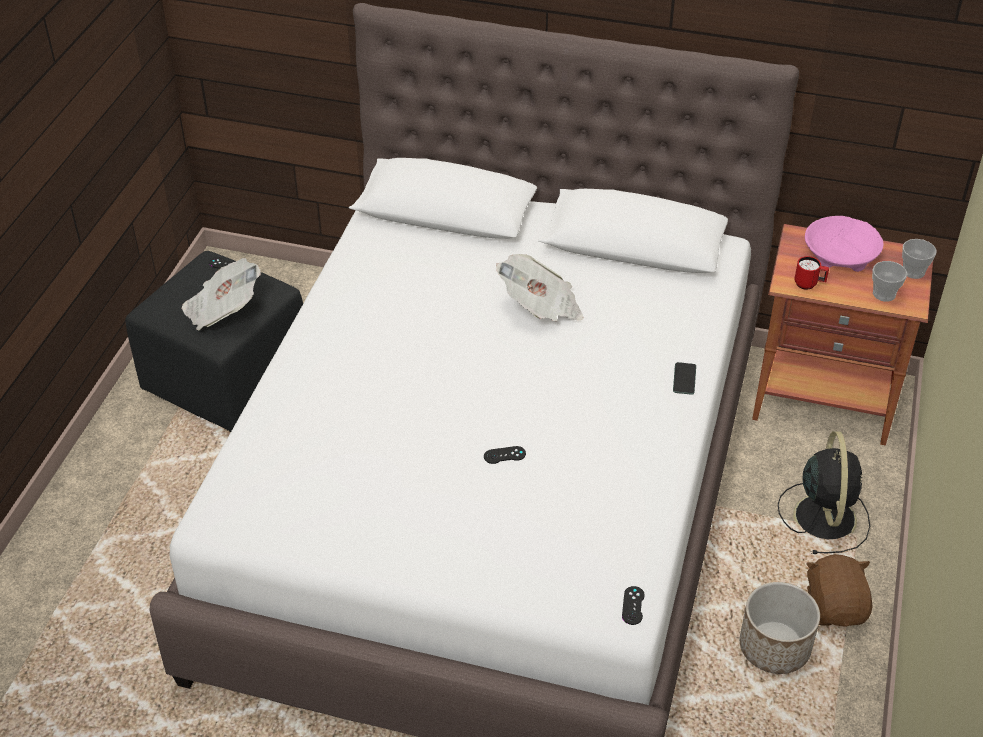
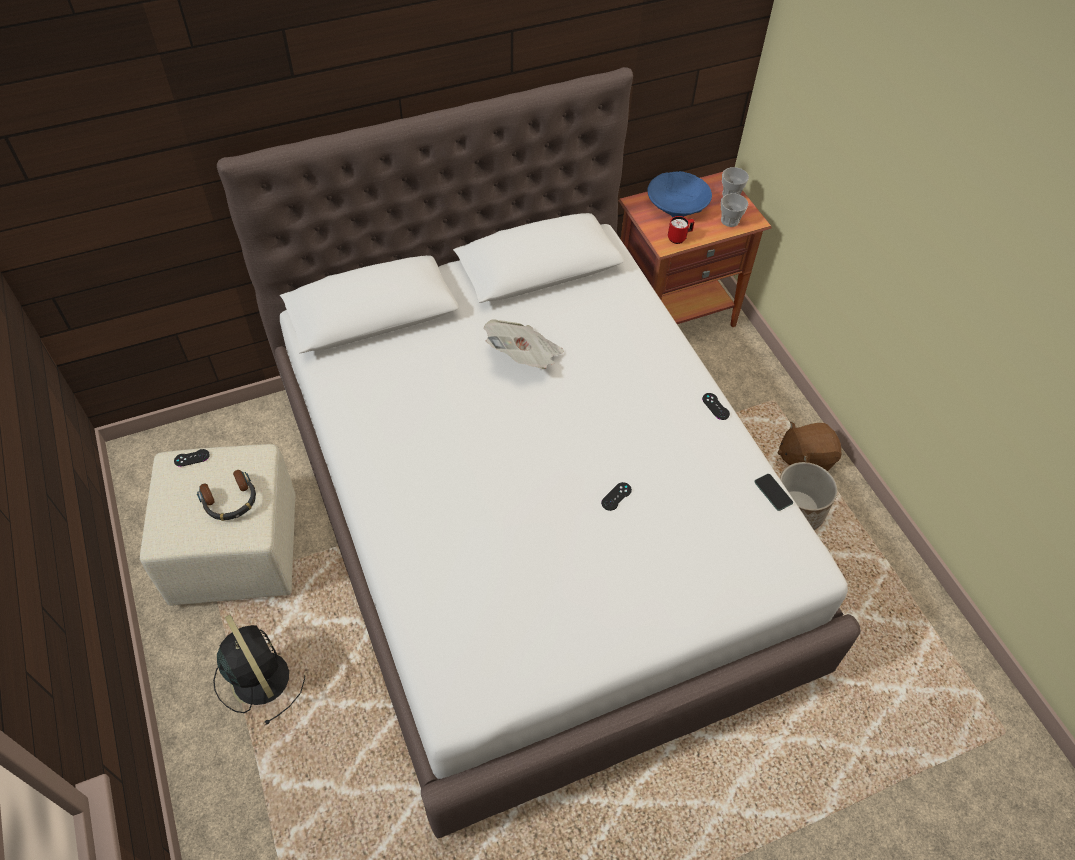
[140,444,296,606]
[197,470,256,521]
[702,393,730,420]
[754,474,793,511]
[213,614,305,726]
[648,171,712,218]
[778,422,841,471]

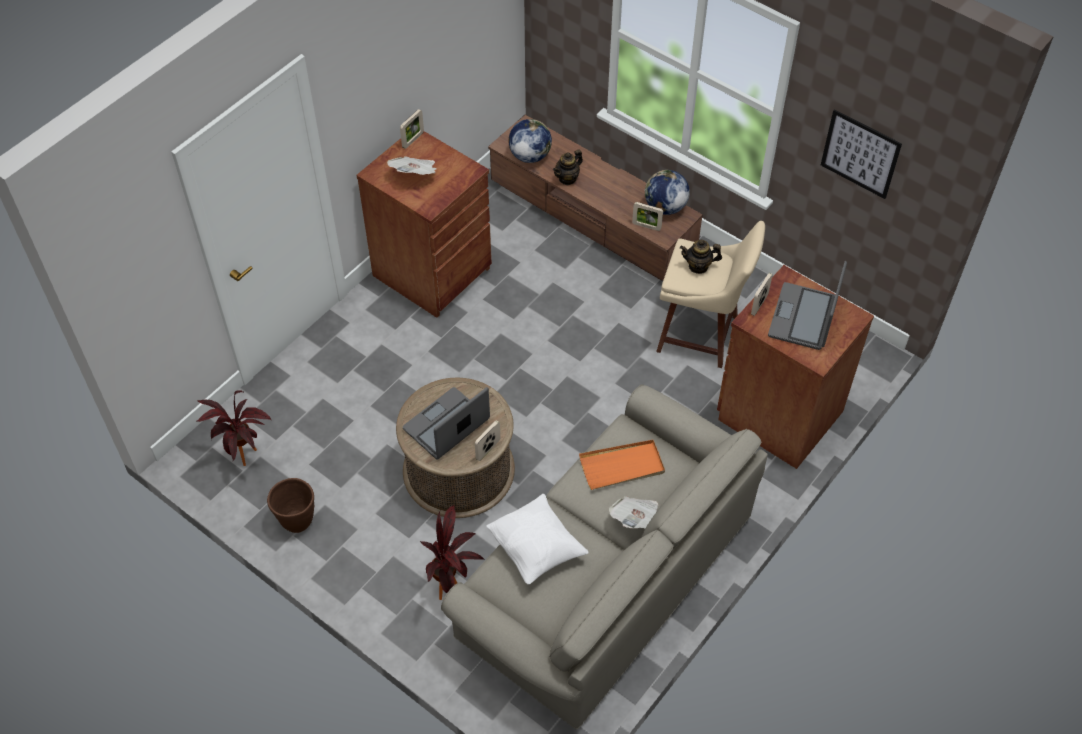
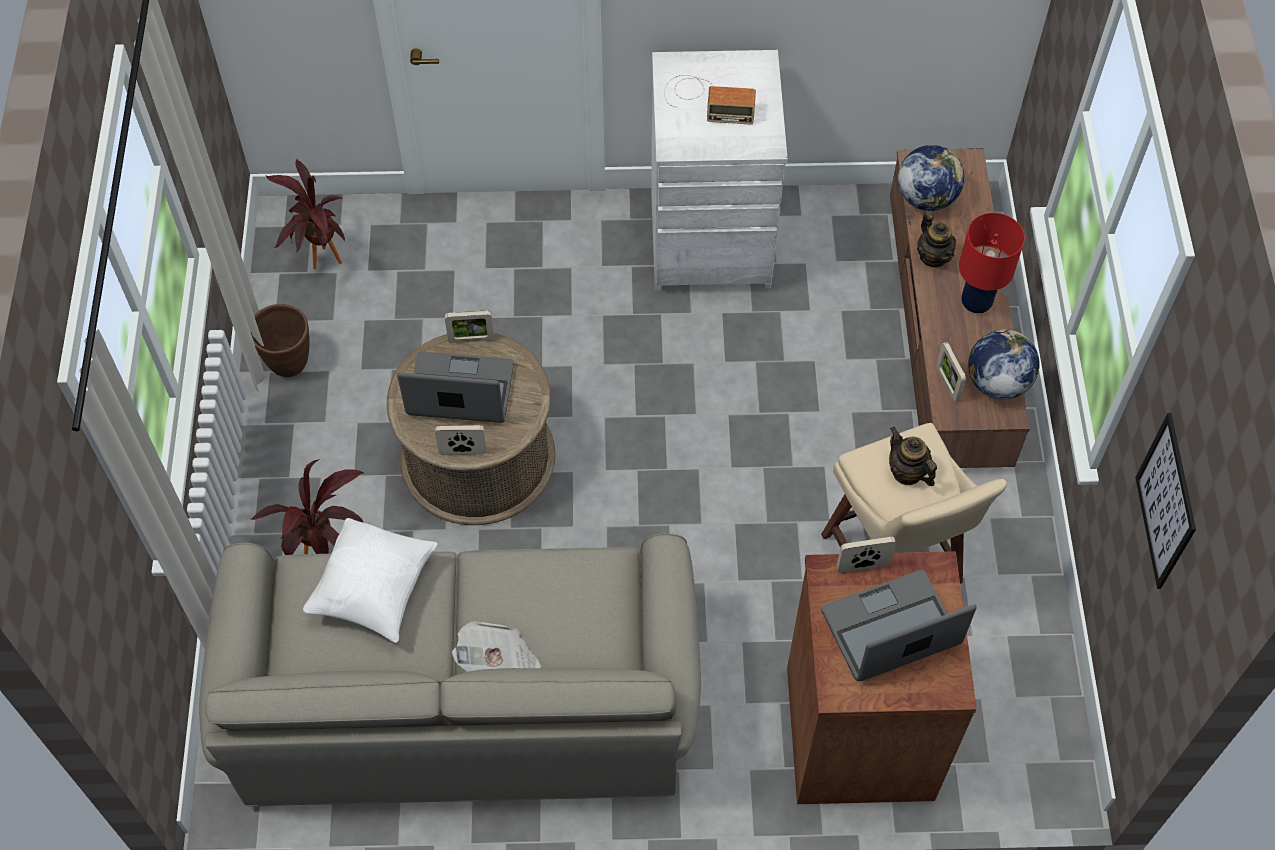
[651,50,788,291]
[664,75,756,125]
[445,310,494,343]
[917,212,956,268]
[579,440,665,490] (first image)
[959,213,1025,313]

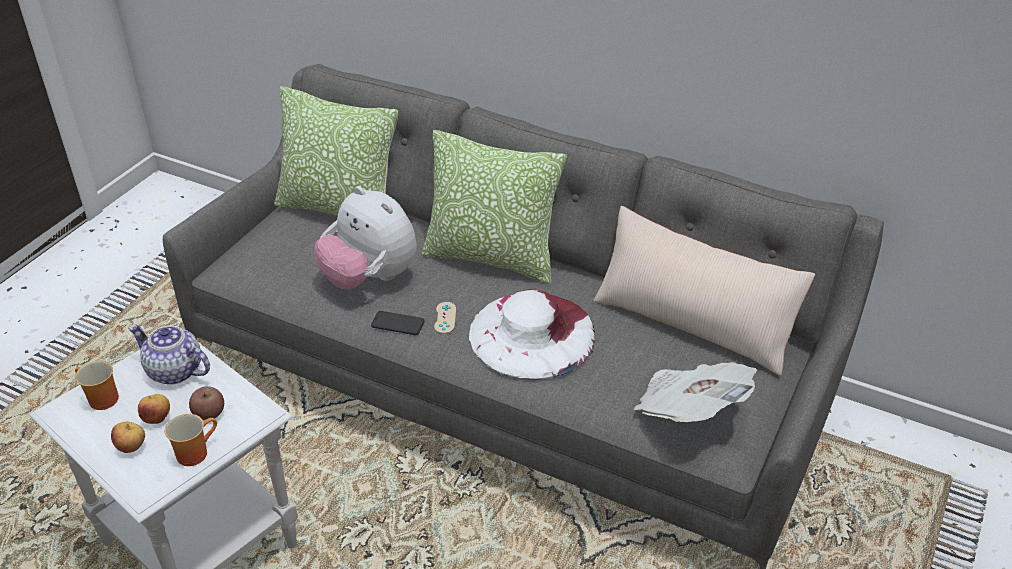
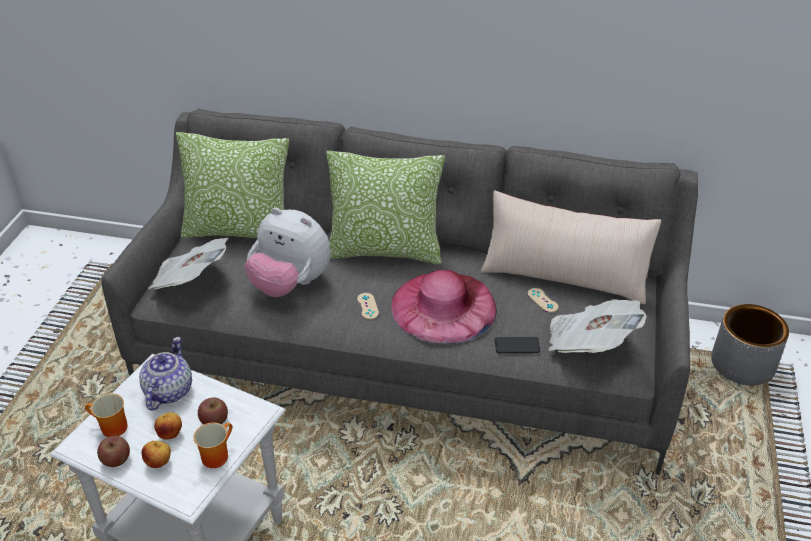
[139,337,192,411]
[495,337,540,353]
[391,270,497,344]
[97,436,130,467]
[148,238,229,289]
[528,288,558,313]
[711,304,789,386]

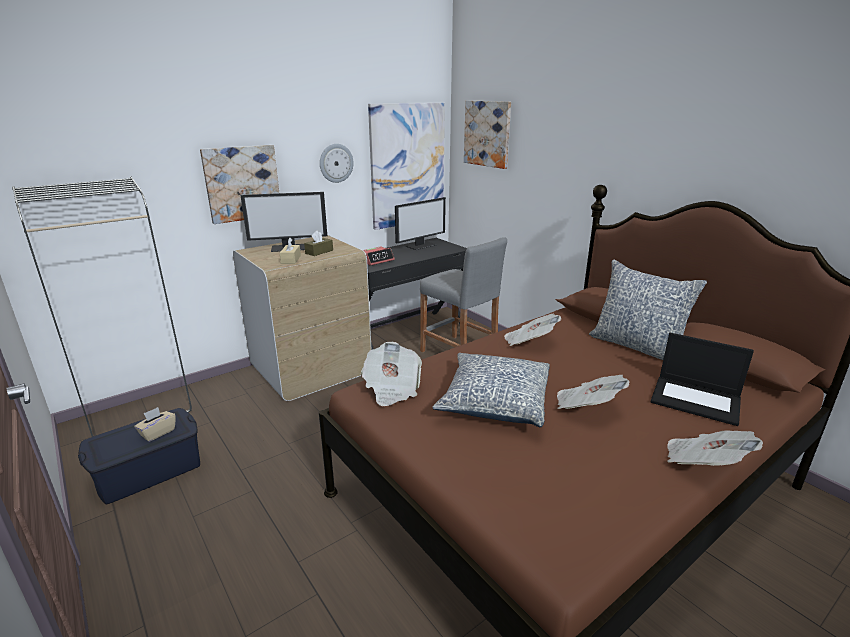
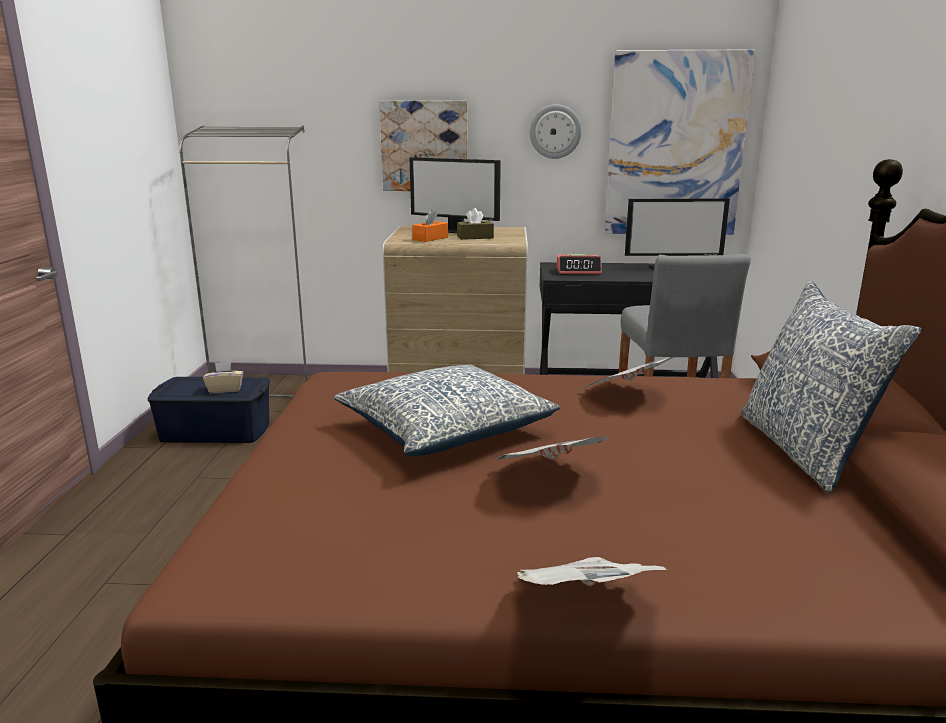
[412,209,448,242]
[361,342,422,406] (first image)
[464,101,511,169] (first image)
[651,333,754,426] (first image)

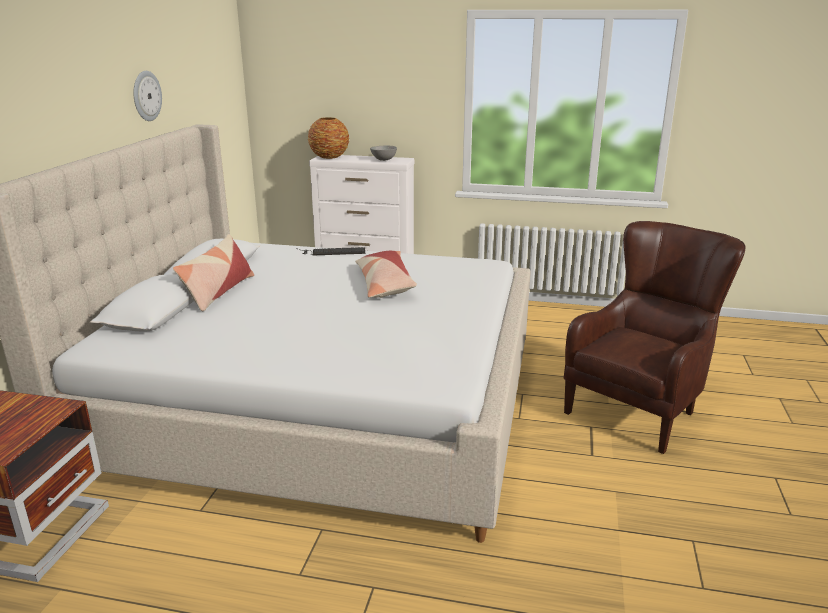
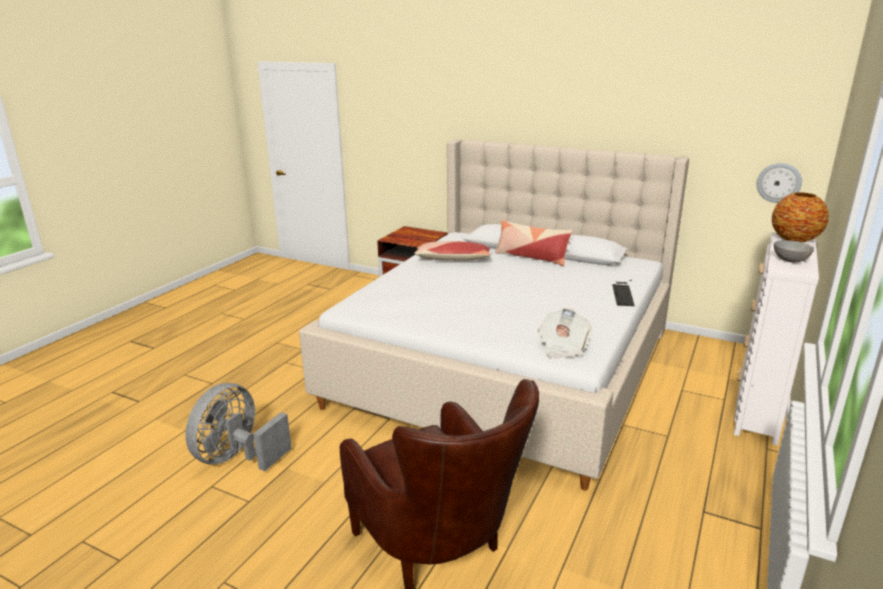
[757,163,802,203]
[414,241,491,261]
[185,383,292,471]
[538,308,592,359]

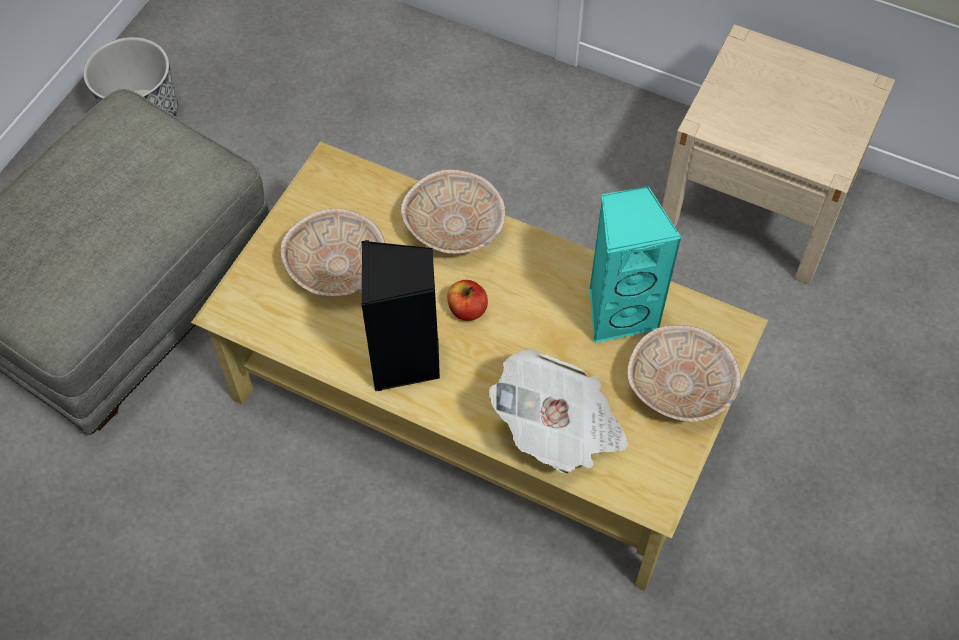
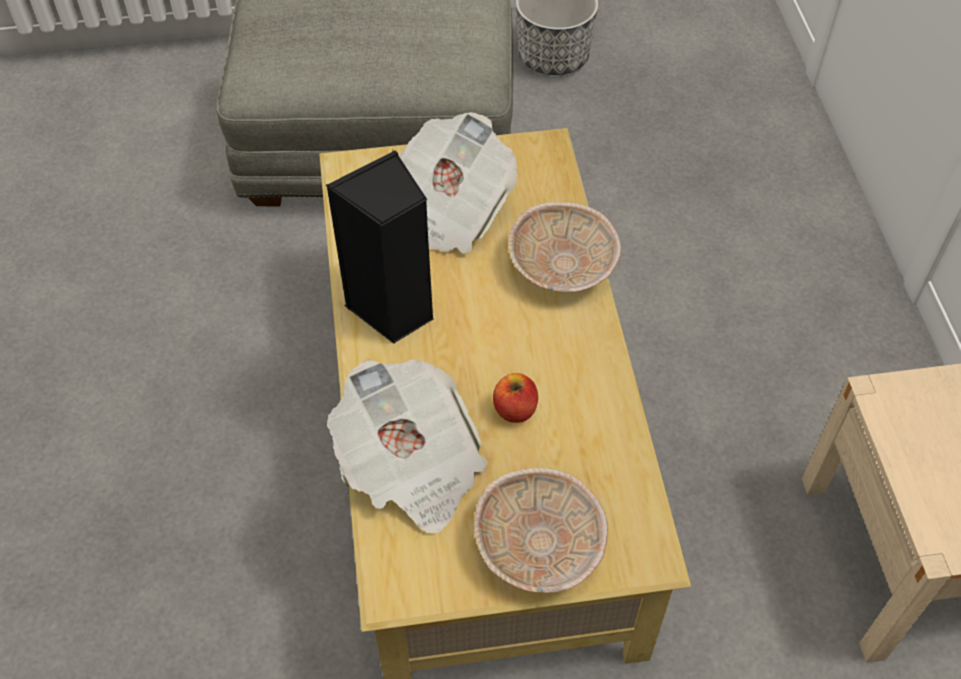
[398,112,518,254]
[493,373,538,423]
[589,186,681,343] (first image)

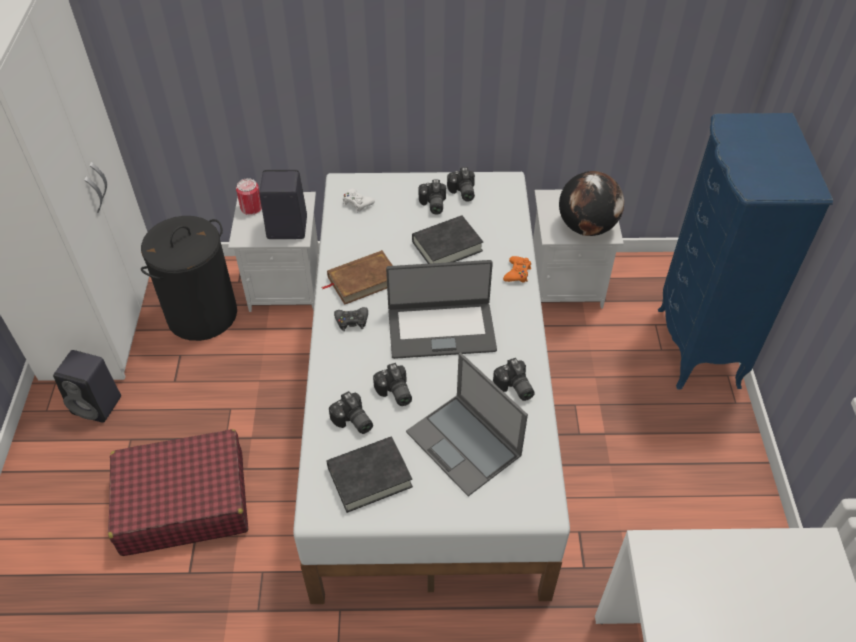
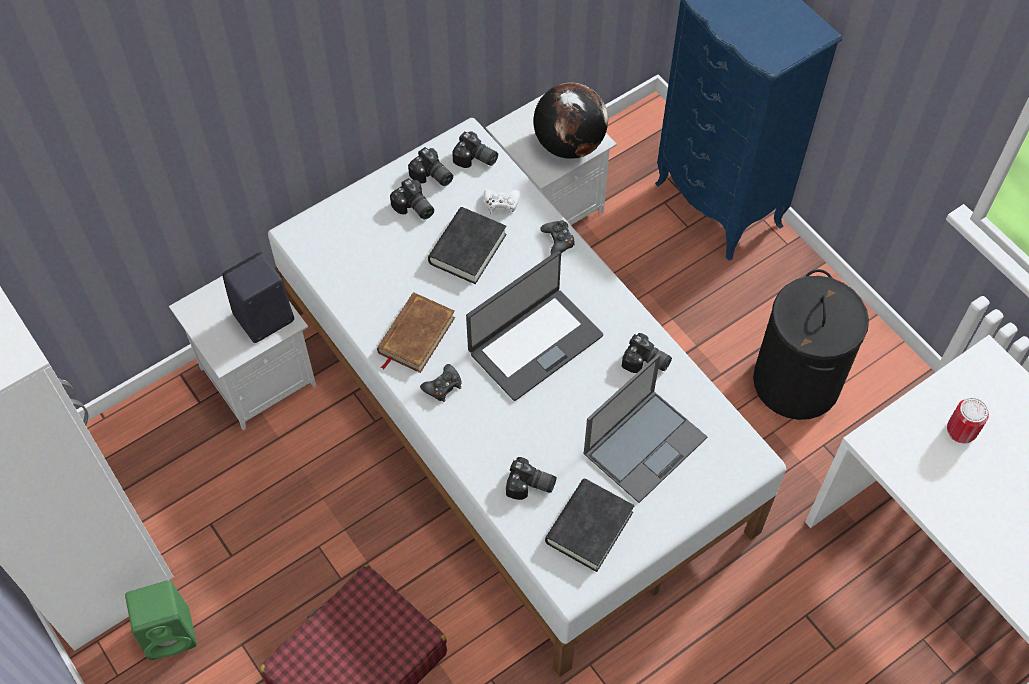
[125,580,197,660]
[753,269,869,420]
[947,398,989,444]
[484,189,520,214]
[452,131,498,168]
[584,354,707,503]
[540,220,575,255]

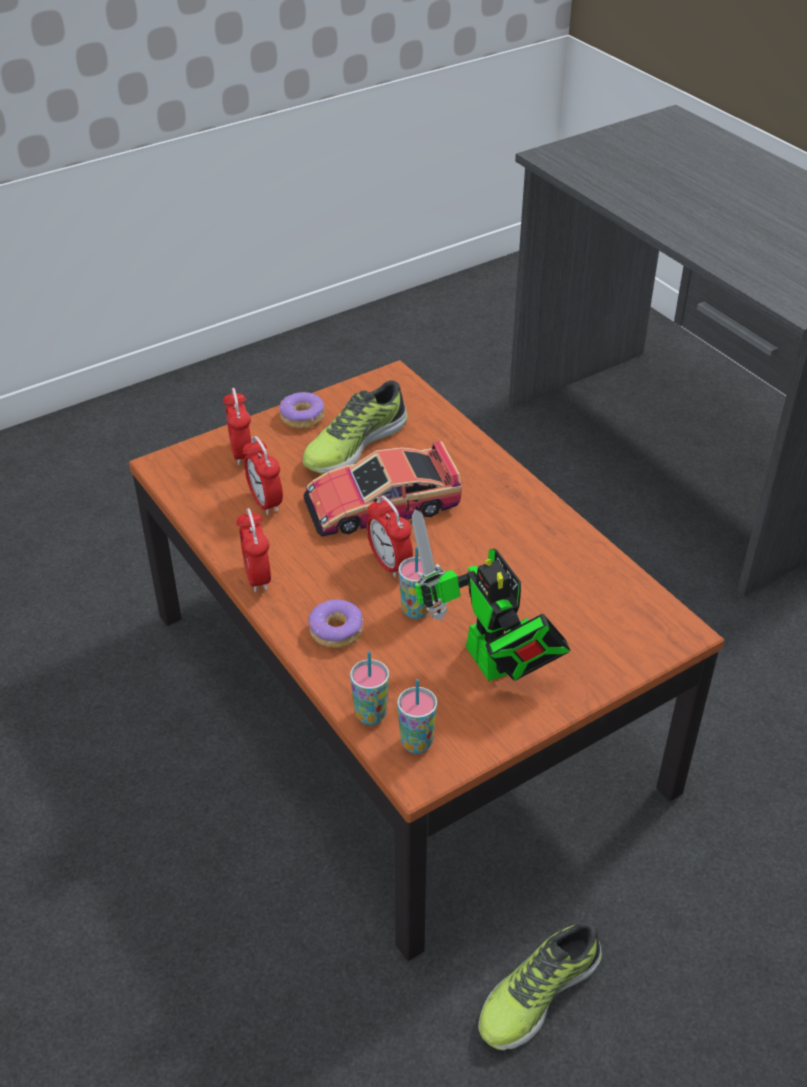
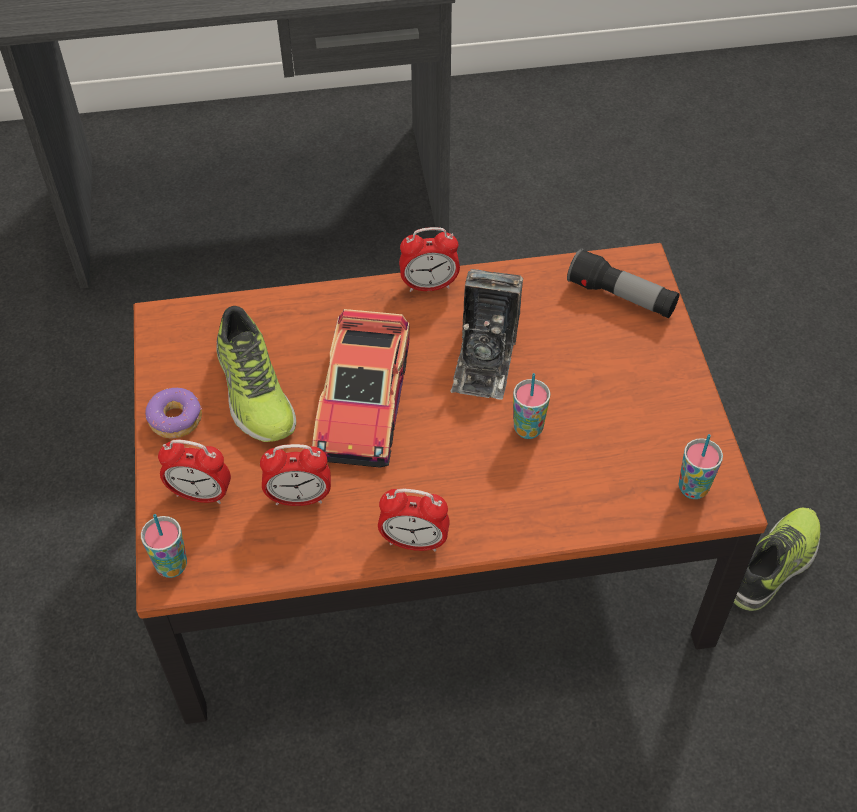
[308,599,364,648] (first image)
[141,514,187,578]
[399,227,460,292]
[411,509,570,681] (first image)
[733,508,820,611]
[450,269,524,400]
[567,248,679,318]

